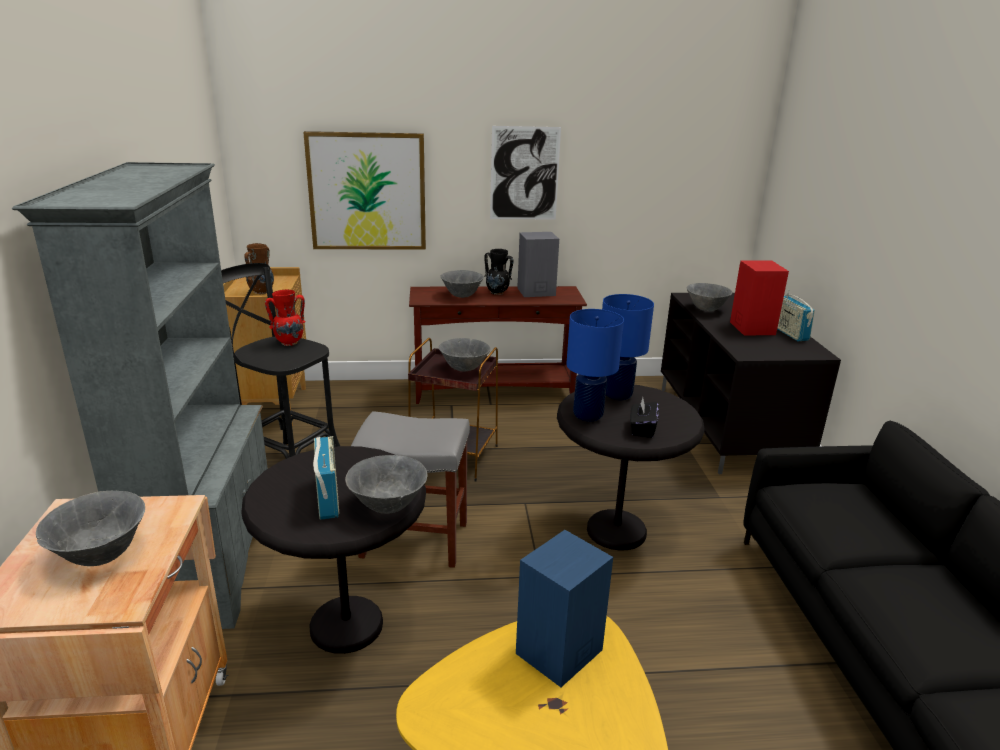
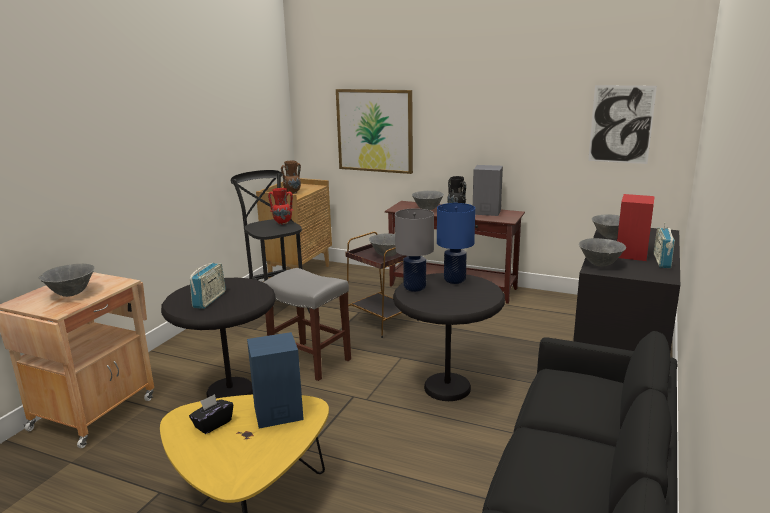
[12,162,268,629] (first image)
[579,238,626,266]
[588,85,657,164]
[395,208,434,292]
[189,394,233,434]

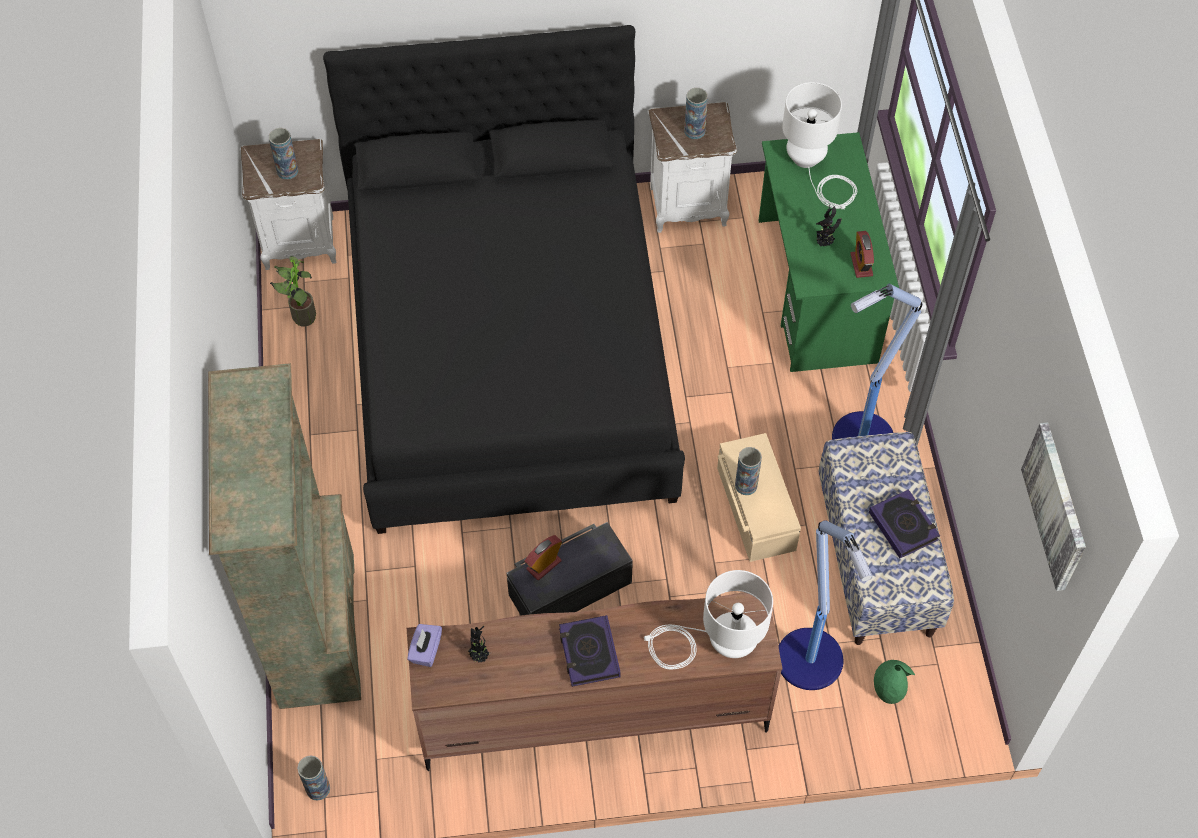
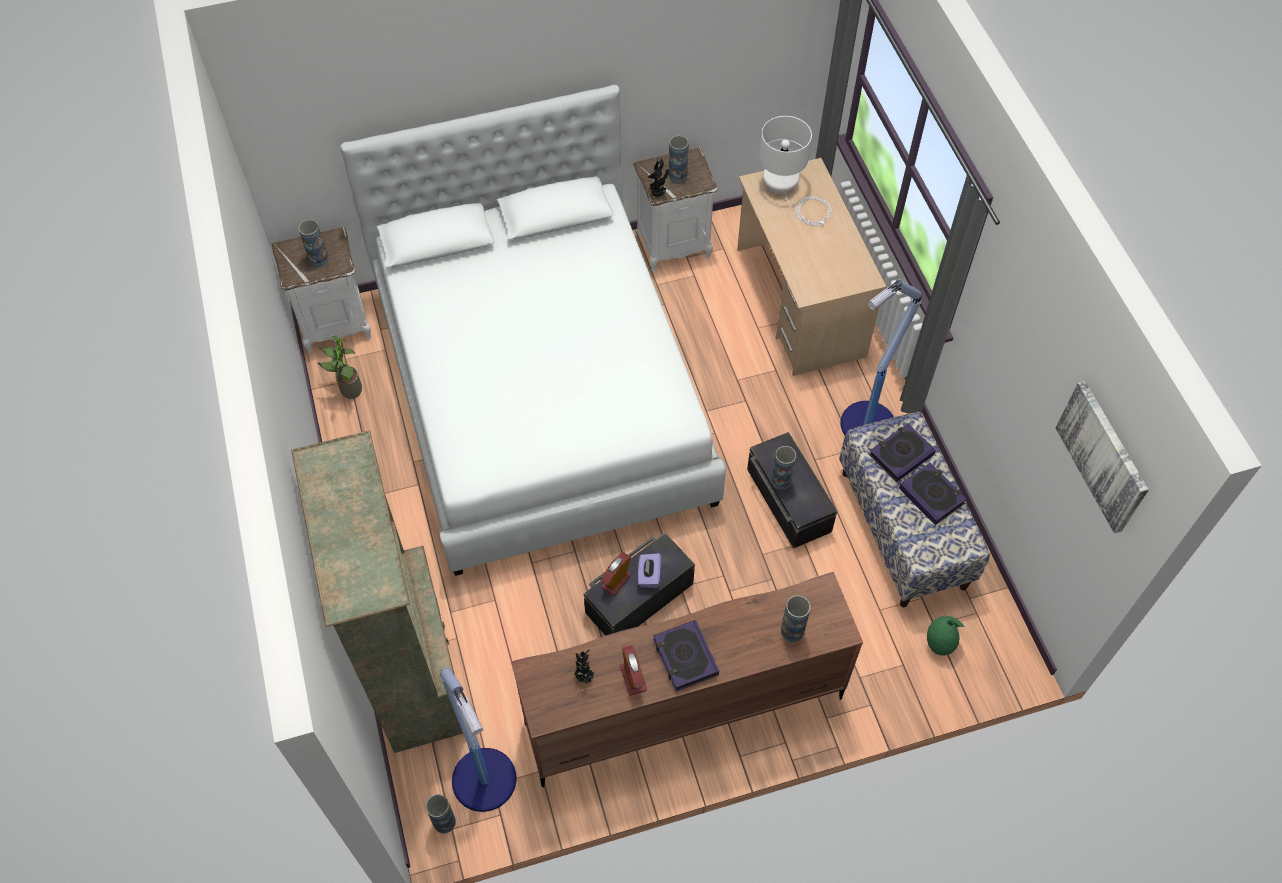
[340,85,726,576]
[638,553,661,588]
[781,595,811,642]
[747,432,837,549]
[737,158,887,376]
[441,668,516,812]
[648,158,669,197]
[620,645,647,695]
[869,423,936,482]

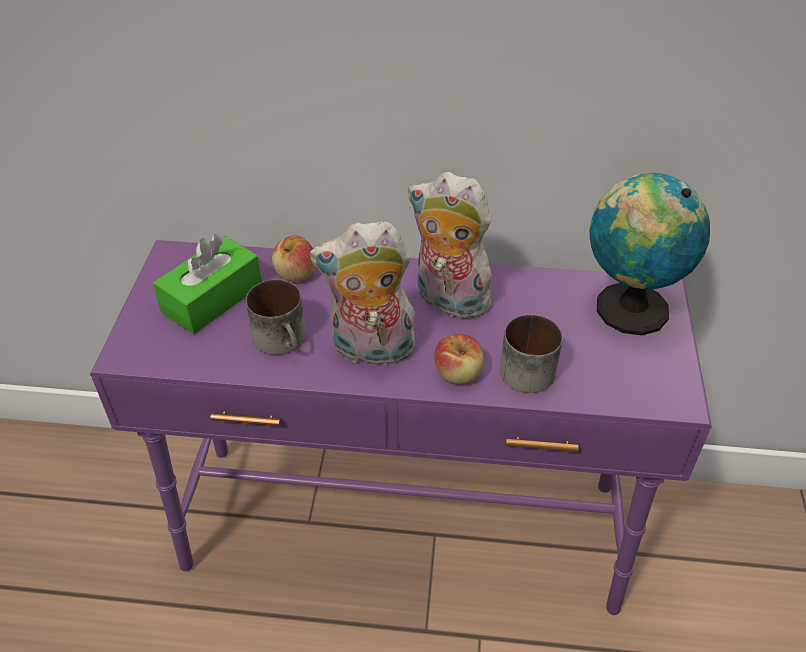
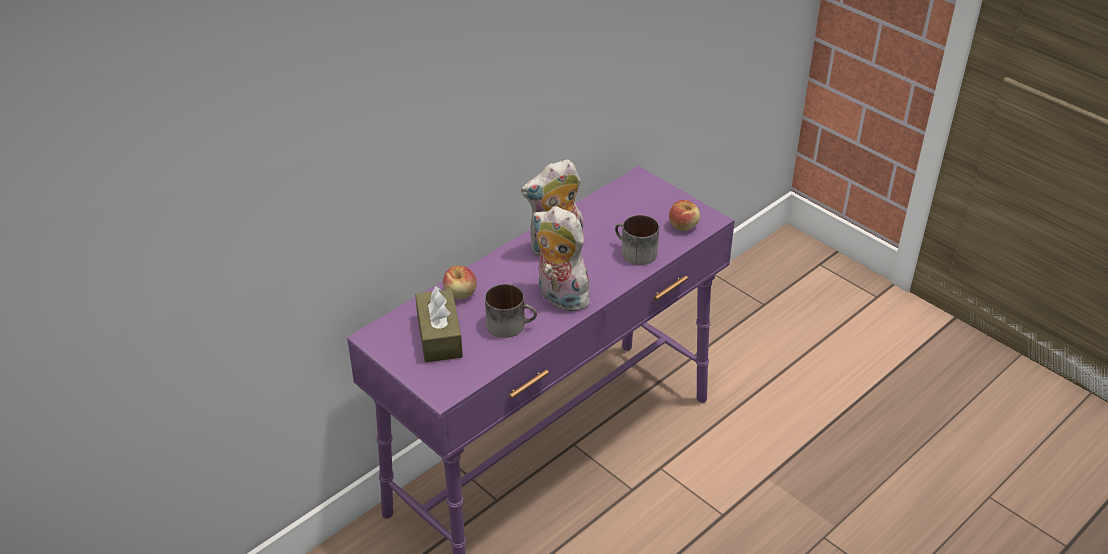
[415,286,463,362]
[532,206,592,312]
[669,200,700,231]
[589,173,710,335] (first image)

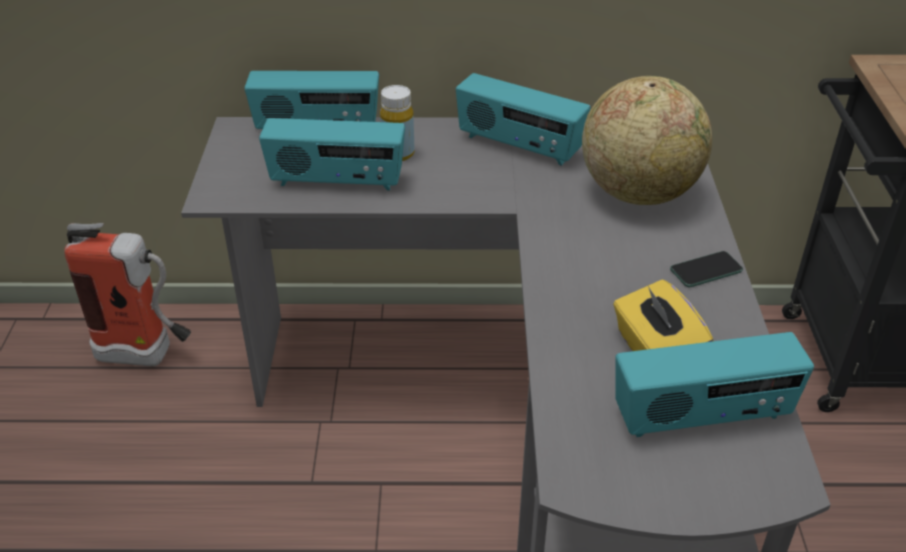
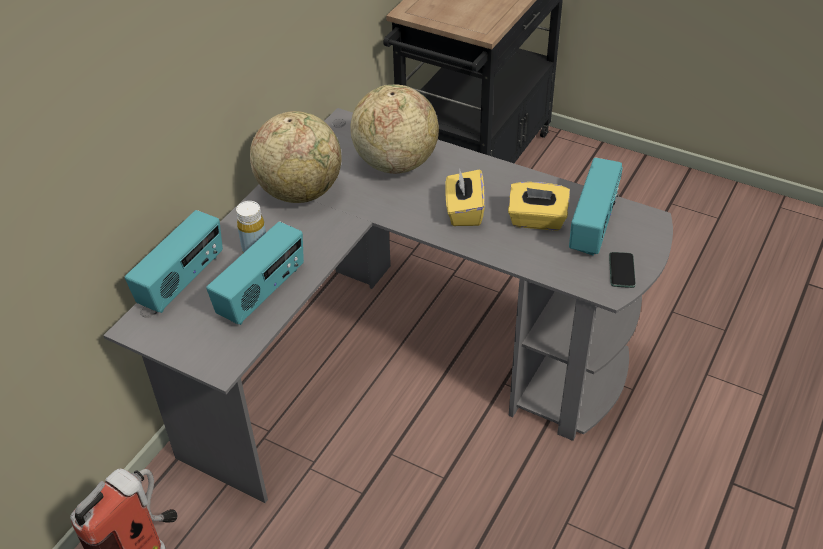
[250,111,342,203]
[609,252,636,288]
[445,169,485,226]

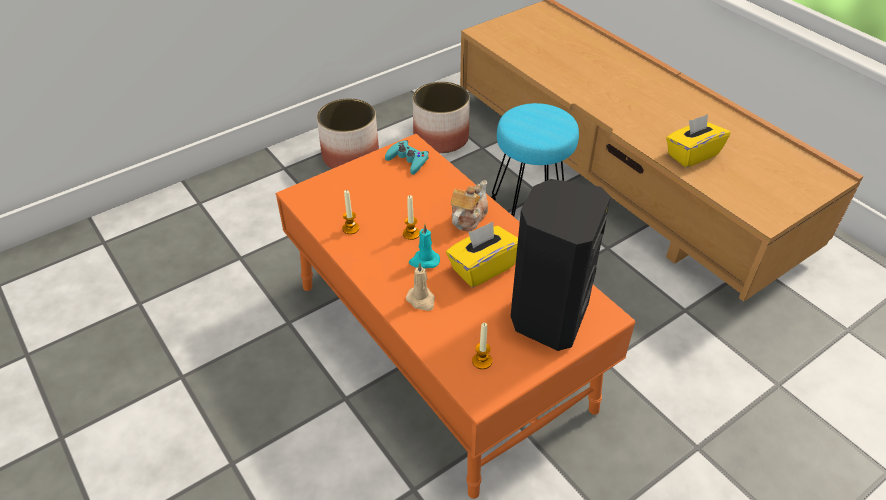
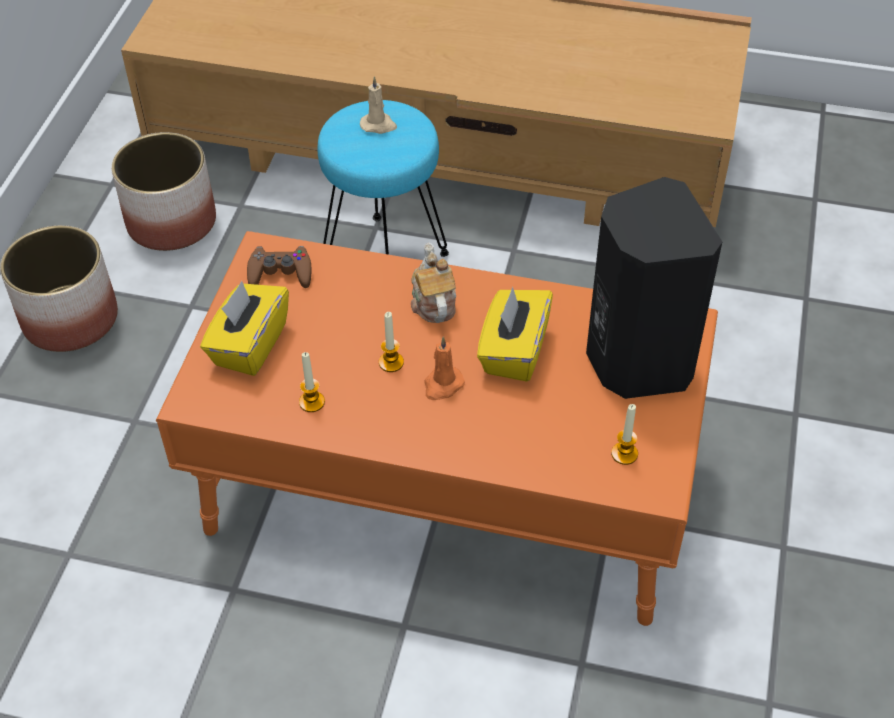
[247,246,311,288]
[360,76,397,134]
[424,336,465,400]
[200,281,289,376]

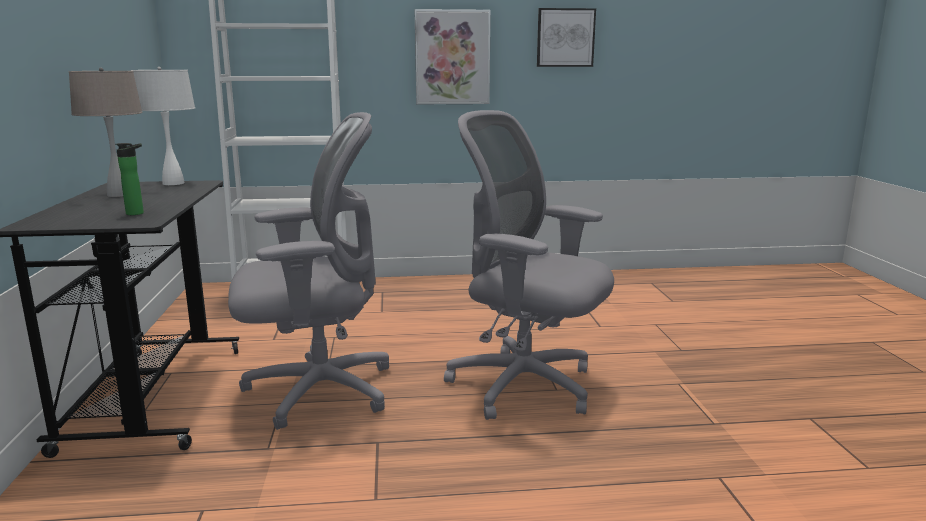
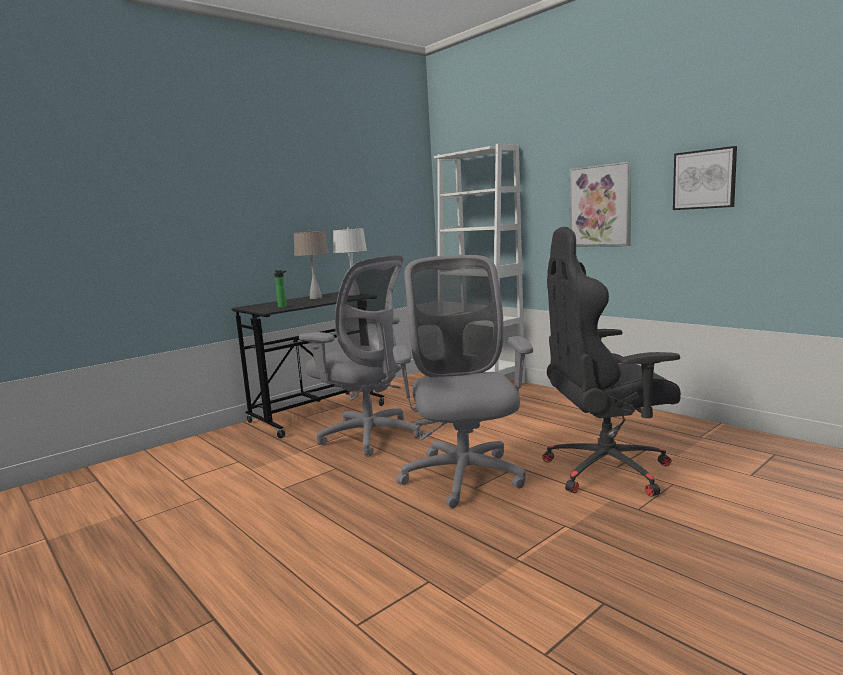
[542,227,681,496]

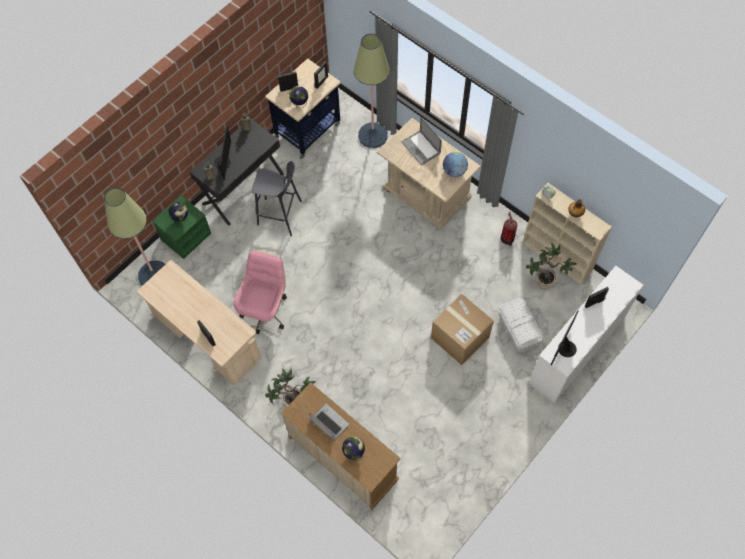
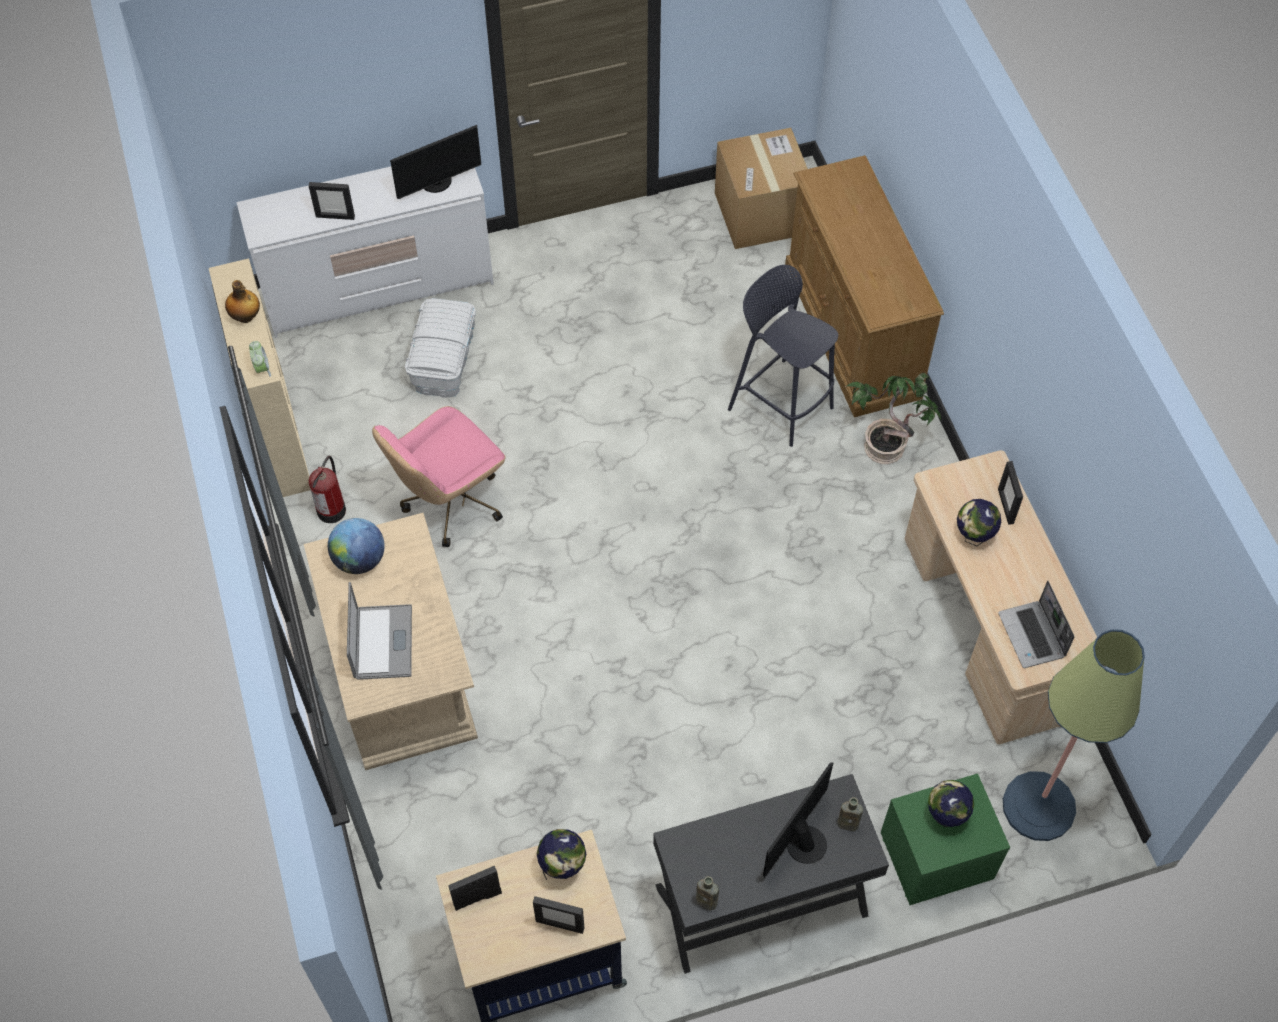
[372,406,506,547]
[728,265,838,447]
[998,581,1074,668]
[957,499,1001,546]
[354,34,390,148] (first image)
[715,128,808,249]
[526,243,577,290] (first image)

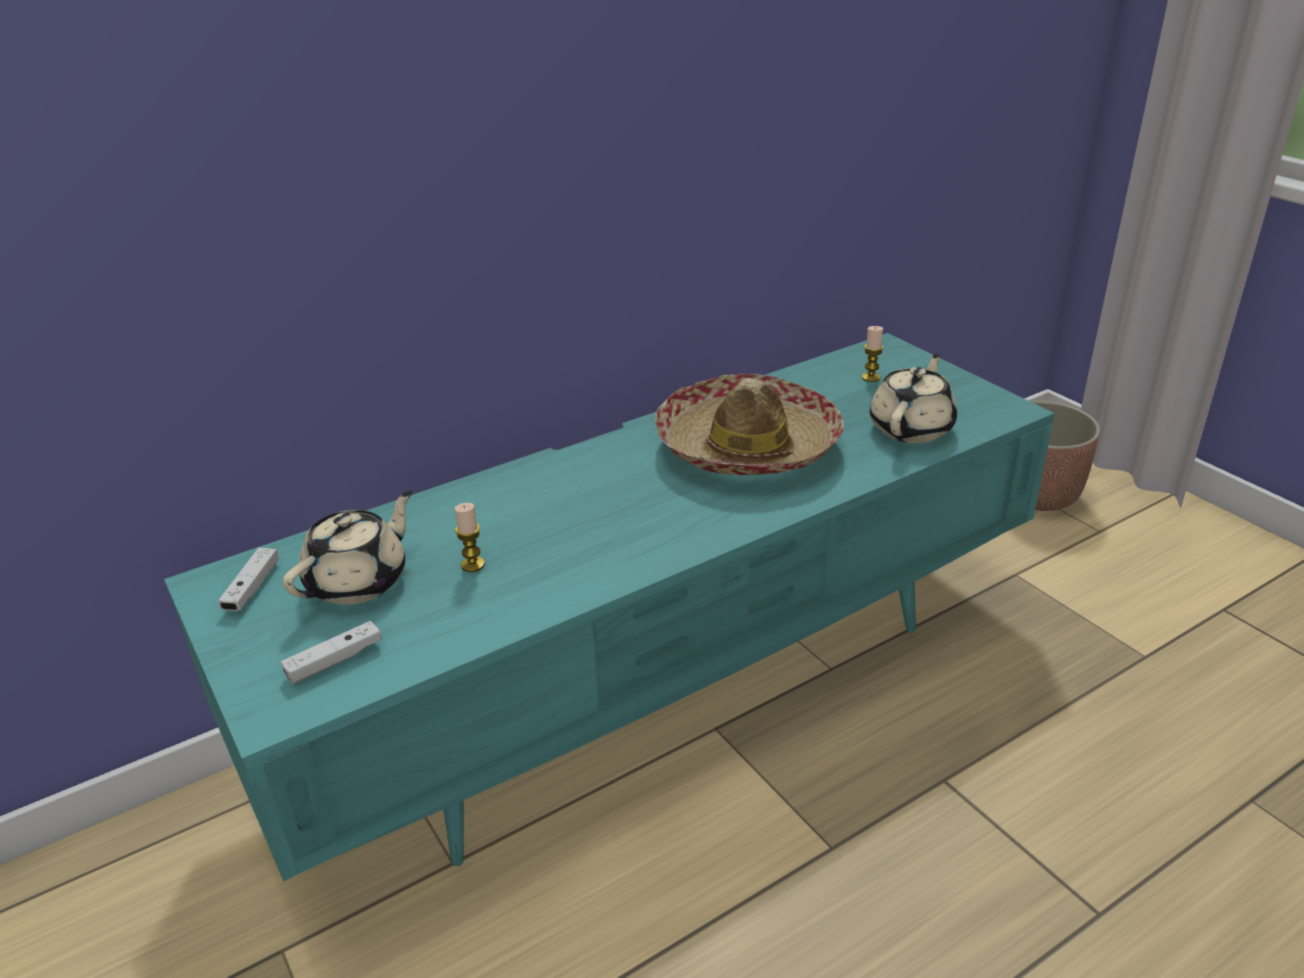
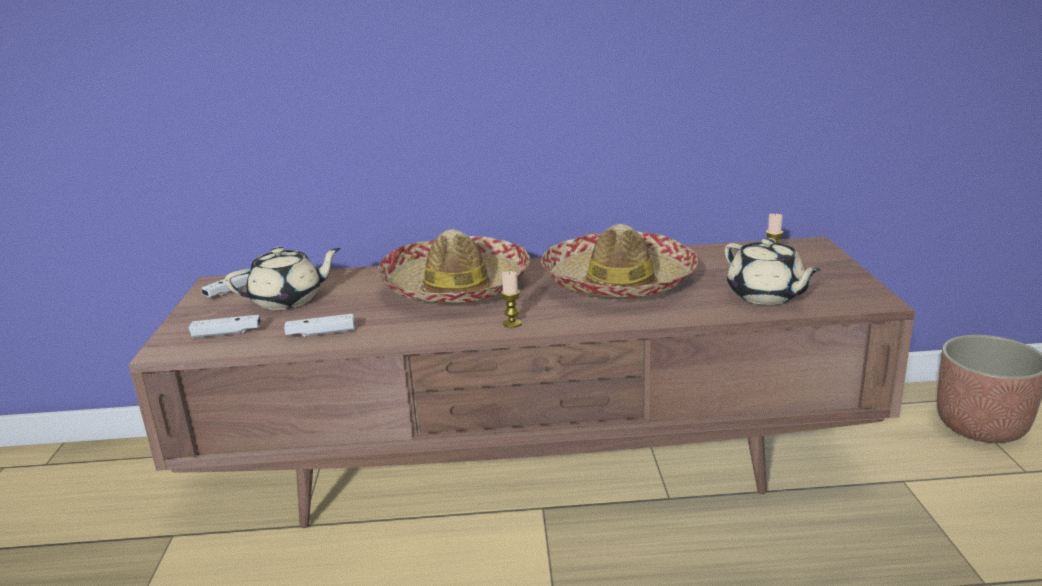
[128,236,915,528]
[501,271,522,328]
[725,238,821,305]
[284,314,355,337]
[376,229,530,304]

